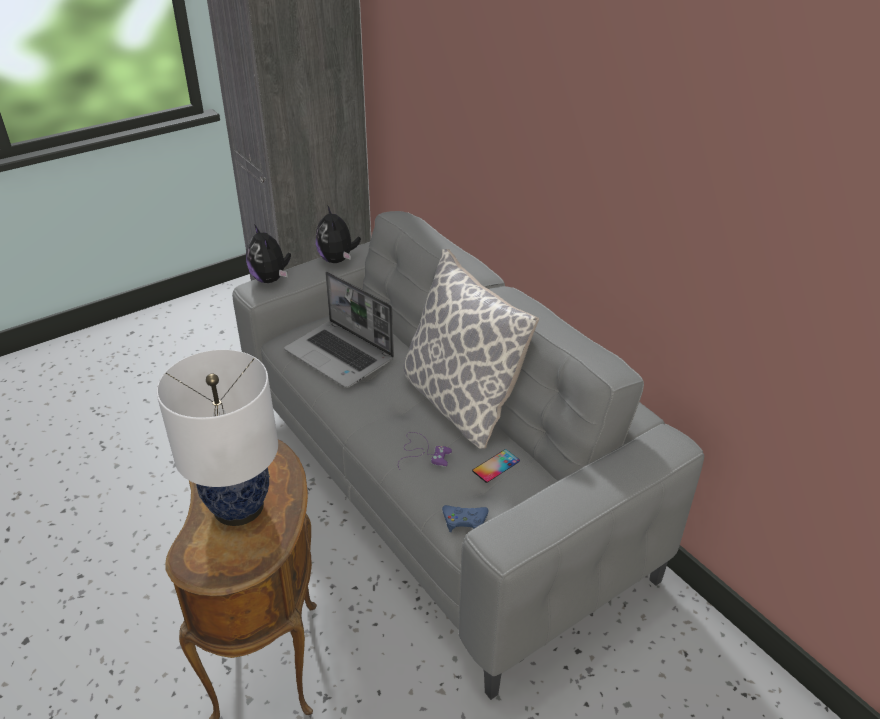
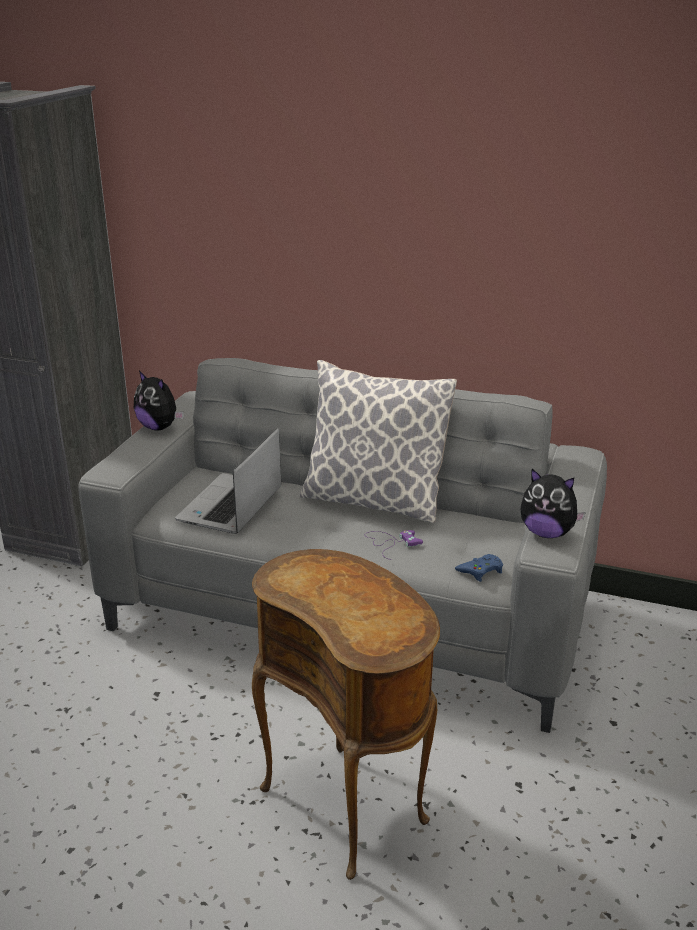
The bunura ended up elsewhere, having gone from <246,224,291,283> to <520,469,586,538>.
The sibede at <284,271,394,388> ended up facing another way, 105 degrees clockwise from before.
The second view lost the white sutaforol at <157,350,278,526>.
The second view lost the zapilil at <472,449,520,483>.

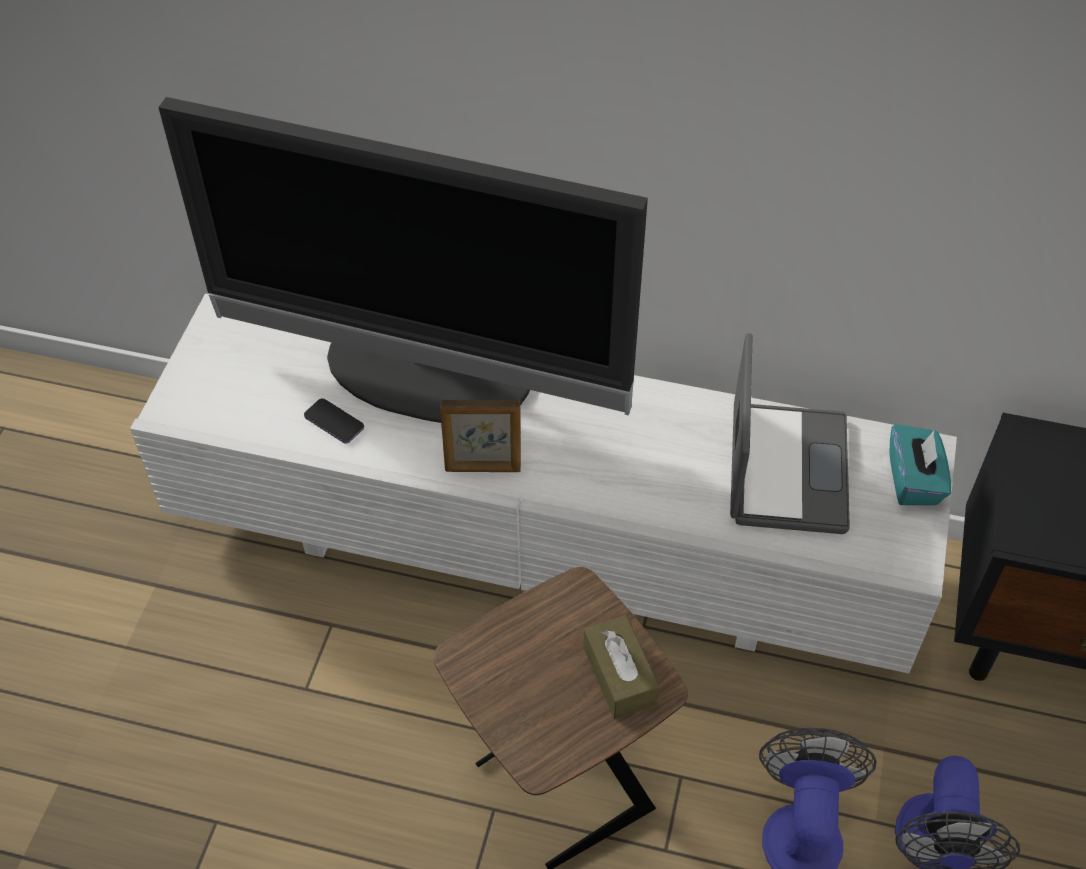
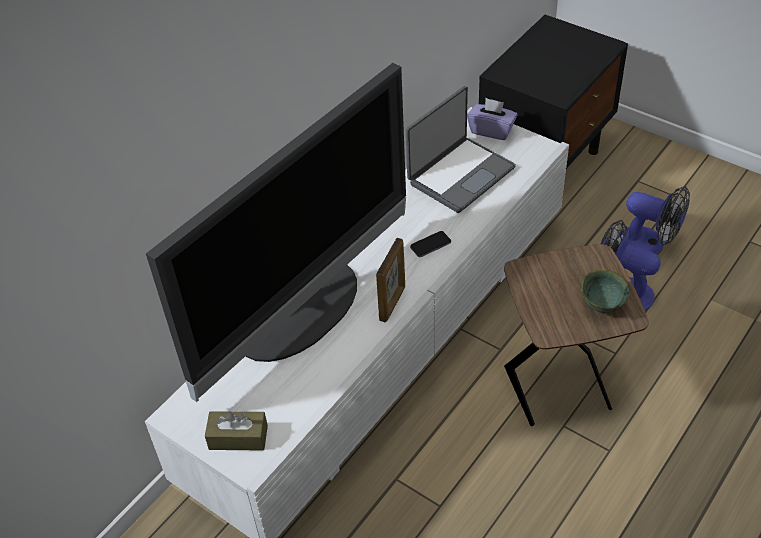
The sibede at <730,333,850,534> ended up facing another way, 105 degrees clockwise from before.
The zapilil ended up elsewhere, having gone from <304,398,364,444> to <410,231,451,257>.
What was the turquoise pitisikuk at <890,424,951,505> turned into the purple pitisikuk at <467,98,518,140>.
The brown pitisikuk ended up elsewhere, having gone from <583,615,660,719> to <205,411,268,451>.
The second view gained the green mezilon at <581,269,630,313>.

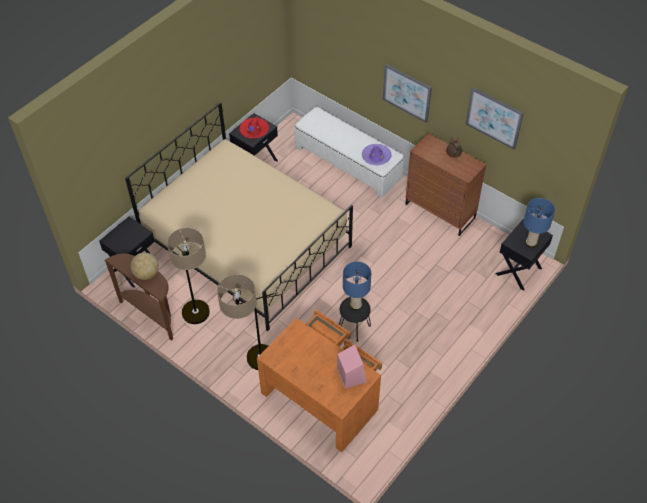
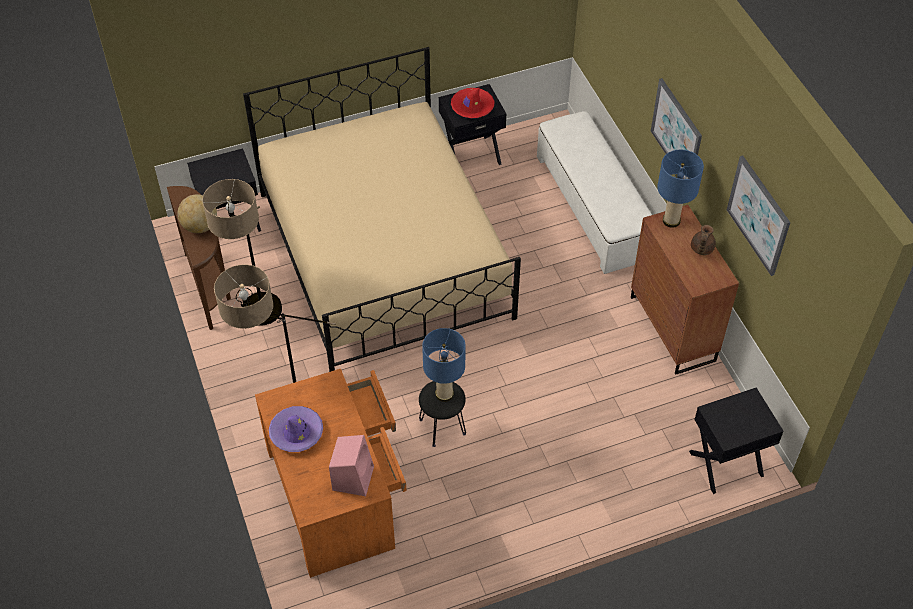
The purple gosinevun ended up elsewhere, having gone from <362,144,391,165> to <269,406,323,452>.
The blue sutaforol ended up elsewhere, having gone from <523,198,555,248> to <657,150,704,228>.

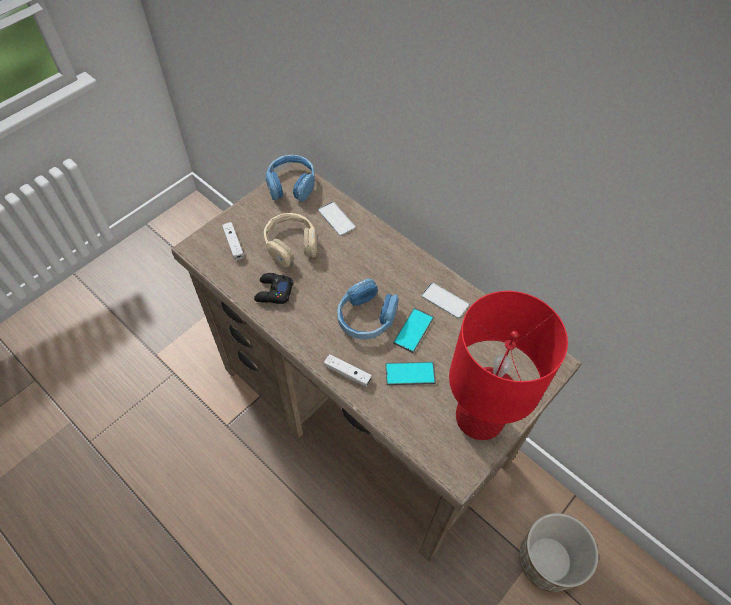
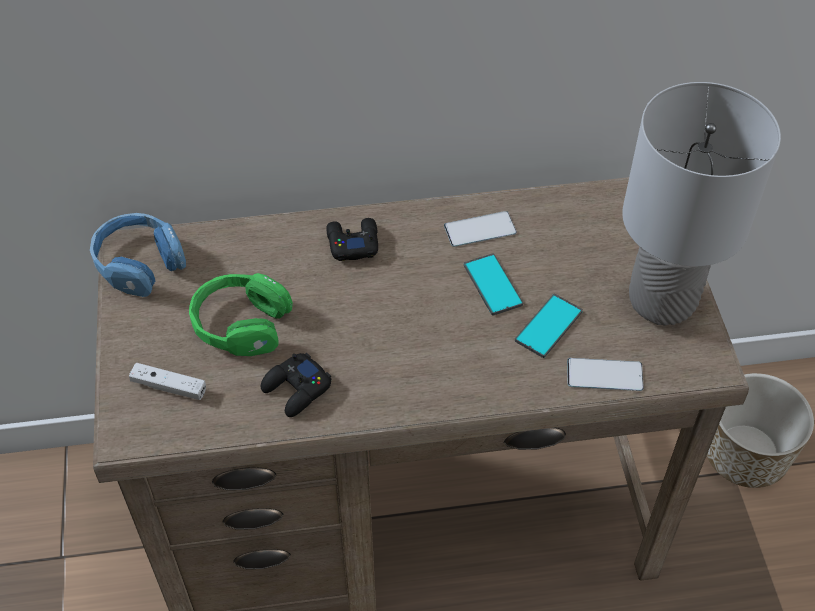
The zapilil ended up elsewhere, having gone from <318,202,356,236> to <567,358,644,391>.
What was the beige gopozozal at <264,213,317,267> turned into the green gopozozal at <189,273,293,356>.
The second view lost the blue gopozozal at <337,279,399,339>.
What was the red sutaforol at <449,291,568,440> turned into the grey sutaforol at <622,82,781,326>.
The second view lost the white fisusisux at <324,354,372,387>.
The second view gained the black fisusisux at <326,218,378,261>.

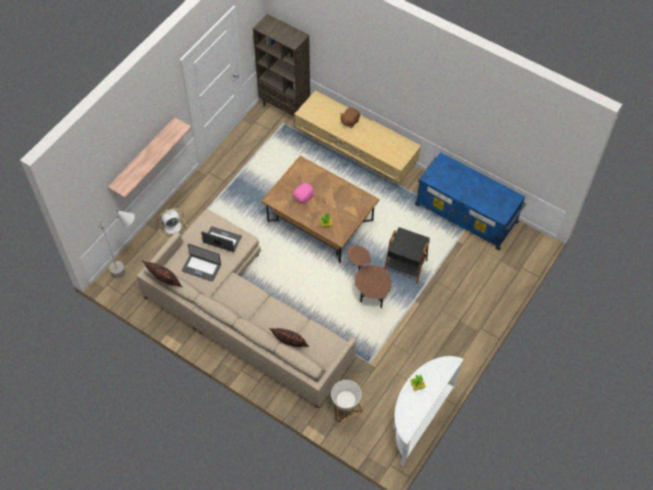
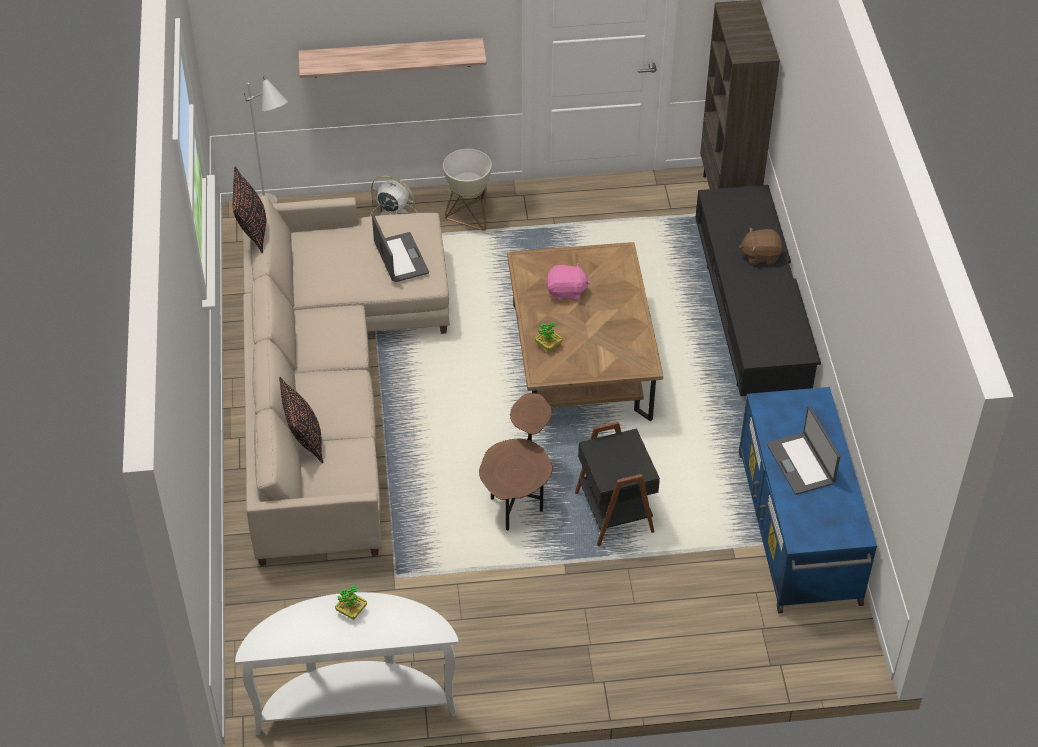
What was the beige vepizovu at <294,90,421,183> turned into the black vepizovu at <696,185,821,396>.
The sibede ended up elsewhere, having gone from <182,244,221,282> to <767,406,840,495>.
The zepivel ended up elsewhere, having gone from <331,380,362,423> to <443,149,492,231>.

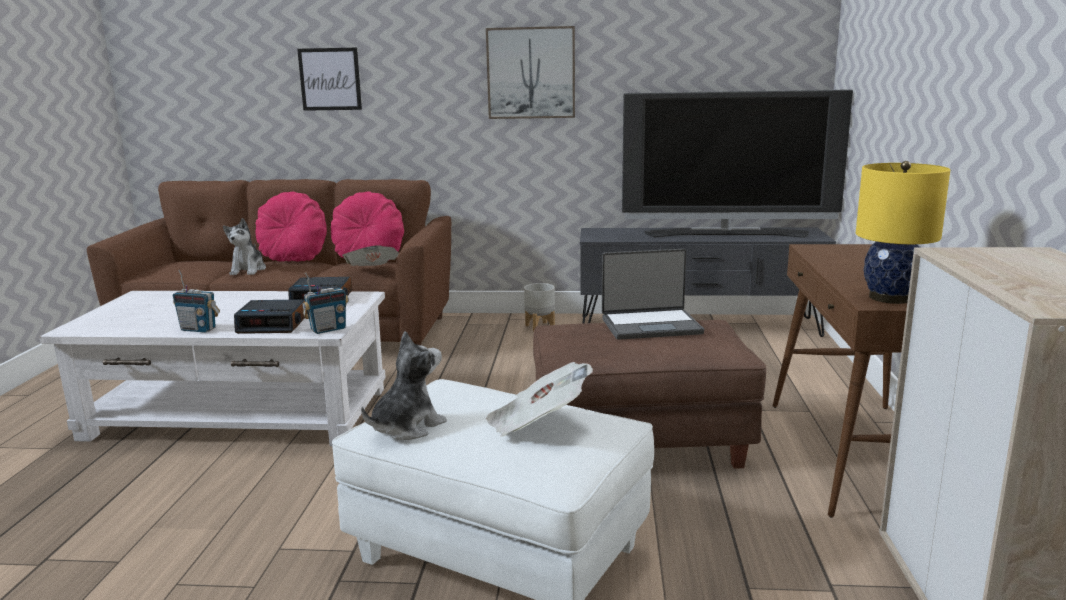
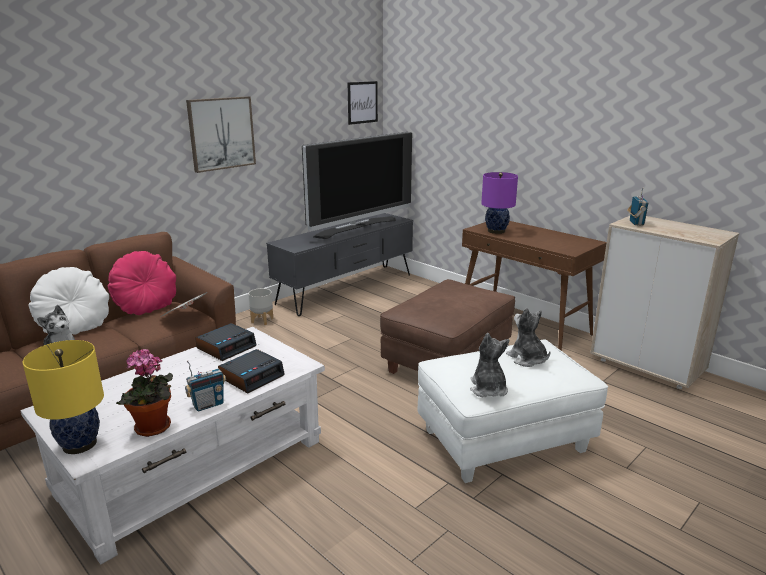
The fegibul ended up elsewhere, having gone from <297,48,362,111> to <348,81,378,125>.
The yellow sutaforol ended up elsewhere, having gone from <856,161,950,304> to <23,340,104,454>.
What was the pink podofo at <256,192,327,261> turned into the white podofo at <28,267,109,334>.
The second view lost the sibede at <602,249,704,340>.
The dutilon ended up elsewhere, having gone from <302,273,349,334> to <627,187,648,226>.
Where the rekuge stood at <486,362,593,437>, the bunura came to stand at <506,308,550,367>.
The second view gained the purple sutaforol at <481,172,518,234>.
The second view gained the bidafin at <116,349,173,437>.

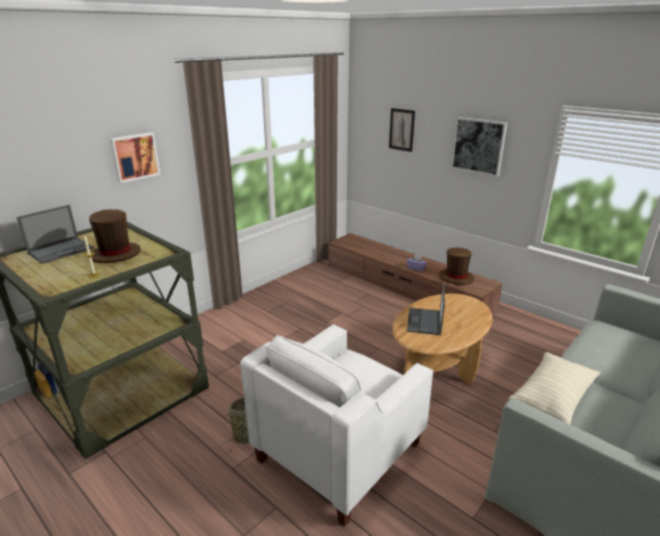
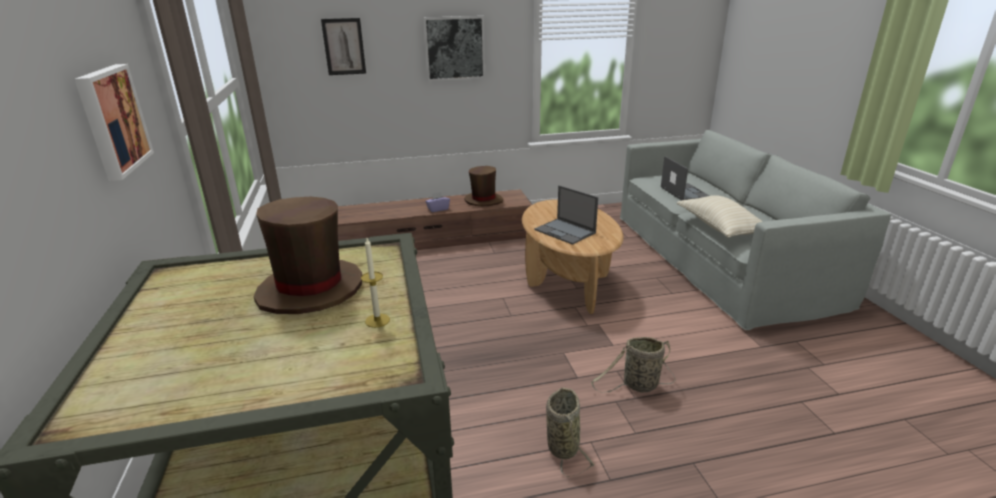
The sibede ended up elsewhere, having gone from <17,205,94,264> to <661,156,709,201>.
Where the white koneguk stood at <240,324,433,527>, the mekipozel came to stand at <591,337,676,393>.

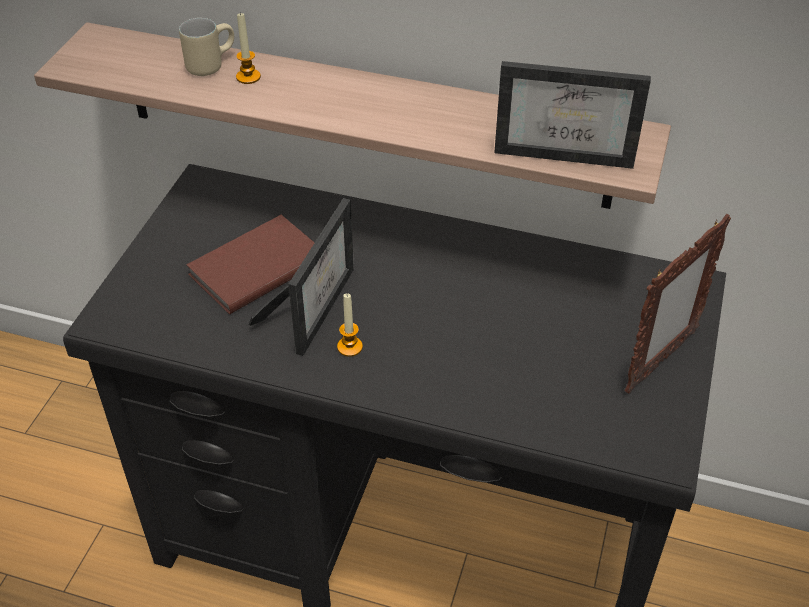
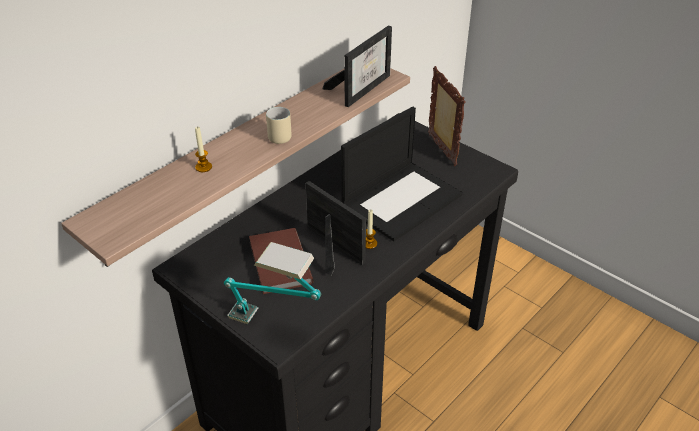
The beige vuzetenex ended up elsewhere, having gone from <179,18,234,76> to <266,107,292,144>.
The second view gained the sibede at <341,107,463,241>.
The second view gained the sutaforol at <224,242,321,324>.

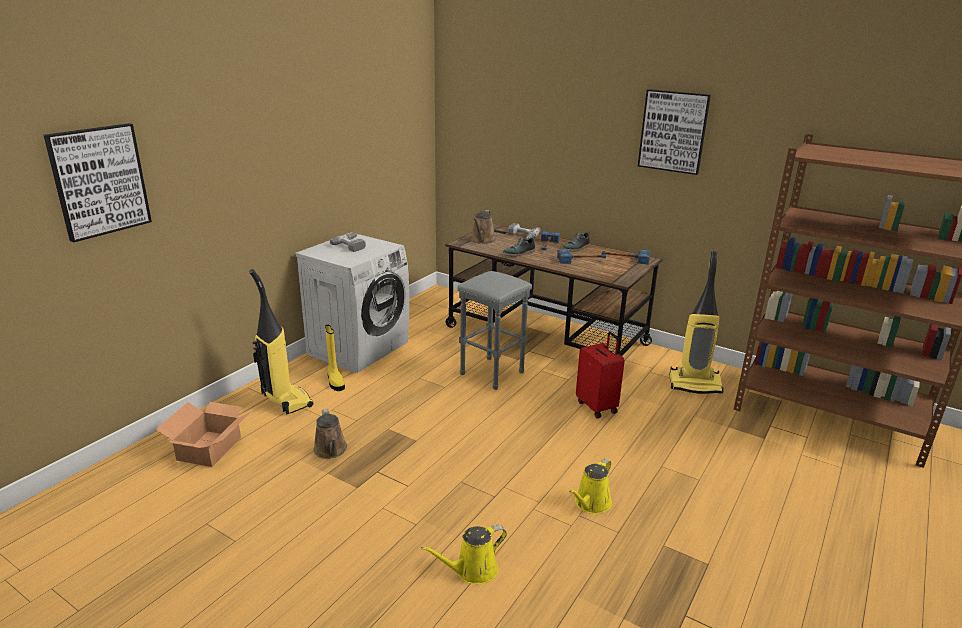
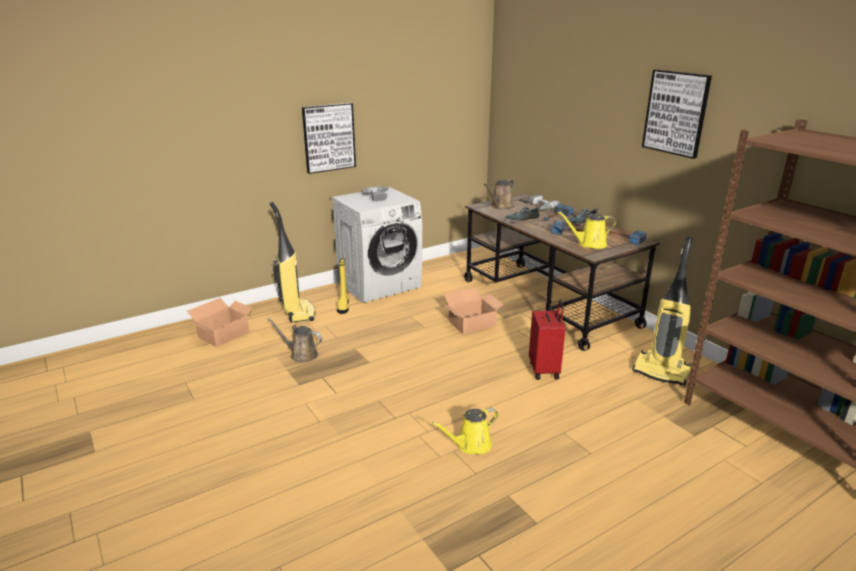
The fegibul ended up elsewhere, having gone from <44,123,152,242> to <302,103,356,174>.
Where the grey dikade stood at <457,271,532,390>, the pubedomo came to stand at <443,288,504,334>.
The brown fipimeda at <313,409,347,459> ended up facing another way, 105 degrees clockwise from before.
The yellow fipimeda ended up elsewhere, having gone from <421,525,507,584> to <558,212,616,249>.

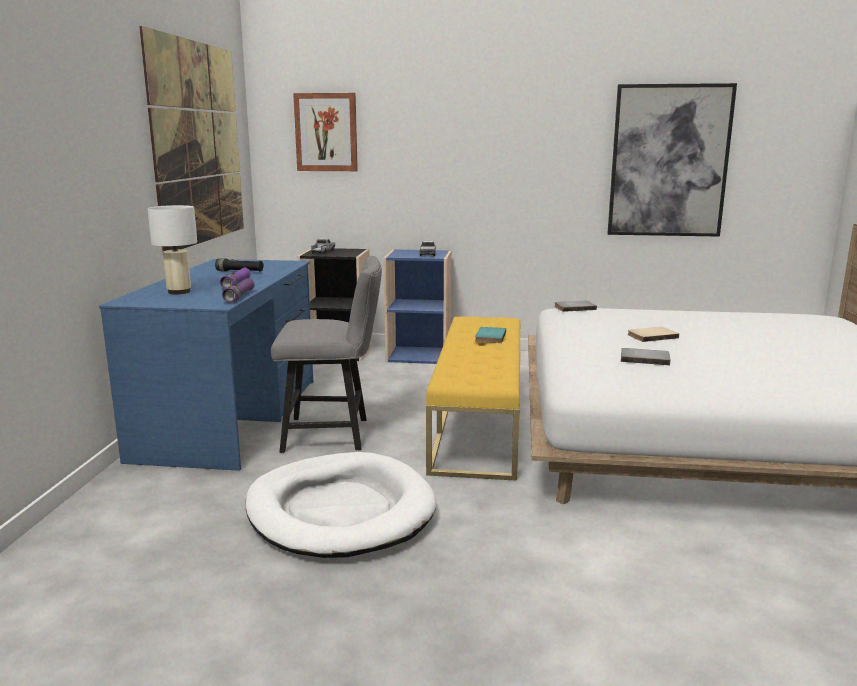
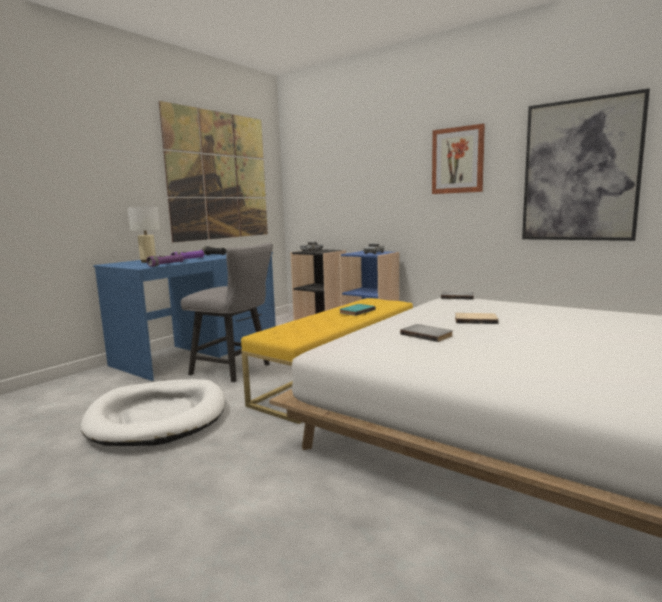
The fegibul ended up elsewhere, having gone from <293,93,358,171> to <432,124,485,194>.

